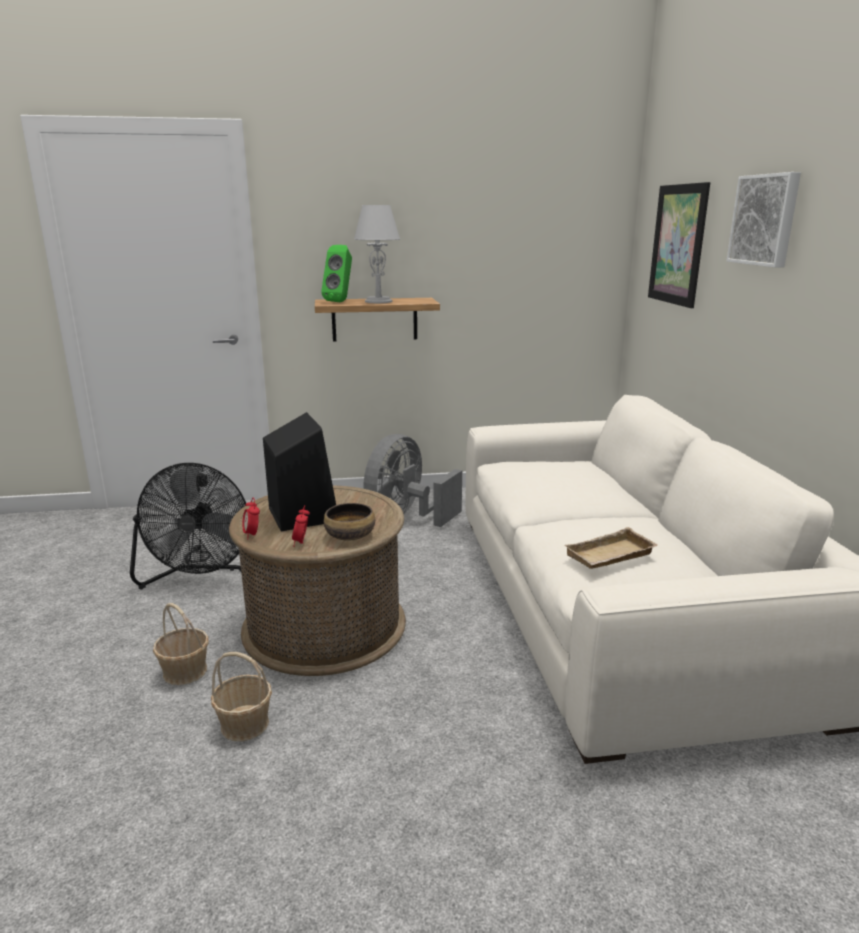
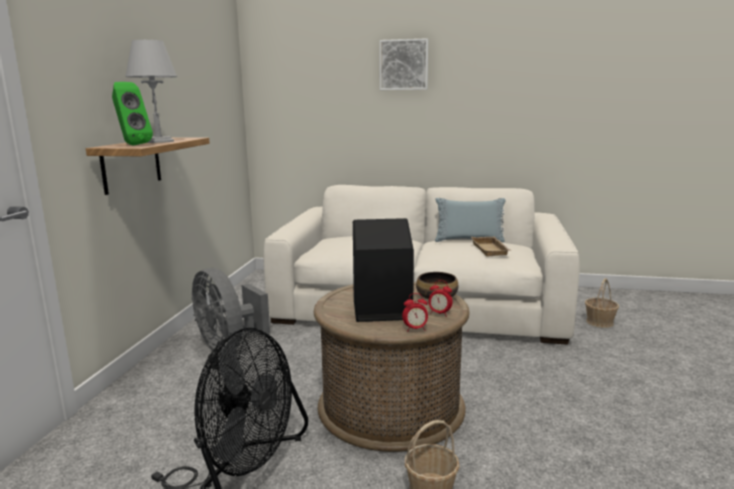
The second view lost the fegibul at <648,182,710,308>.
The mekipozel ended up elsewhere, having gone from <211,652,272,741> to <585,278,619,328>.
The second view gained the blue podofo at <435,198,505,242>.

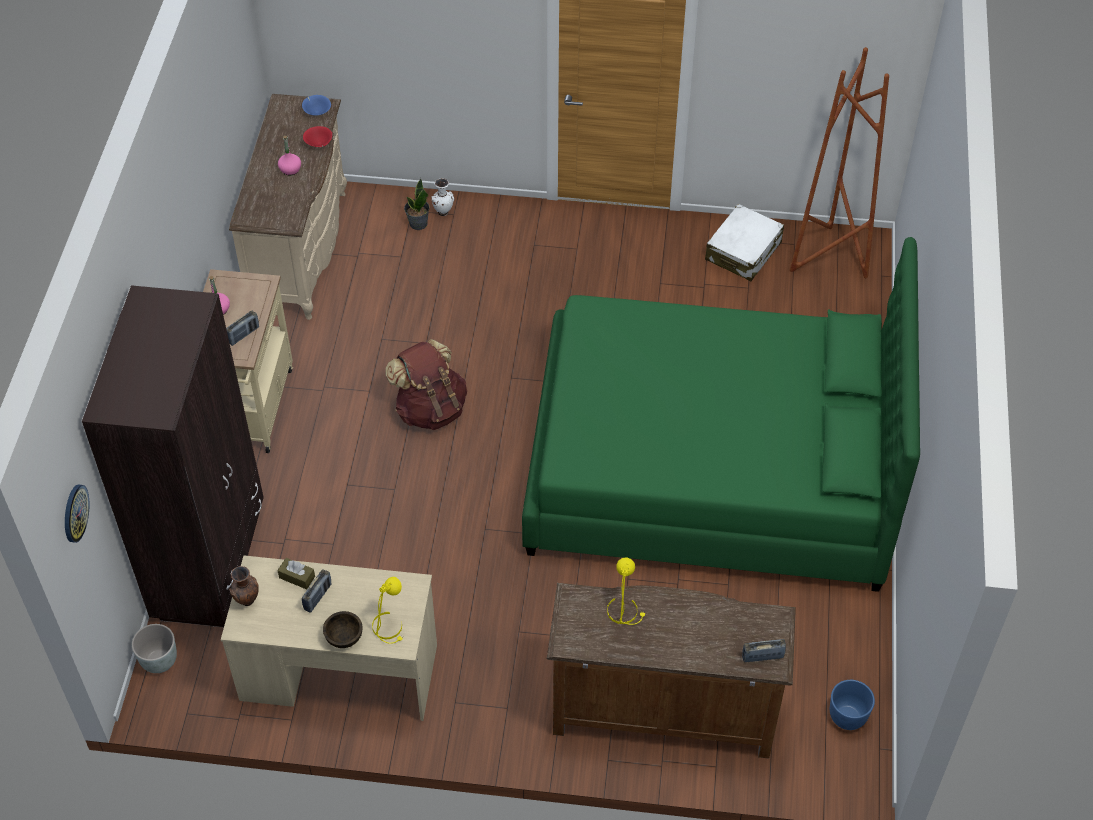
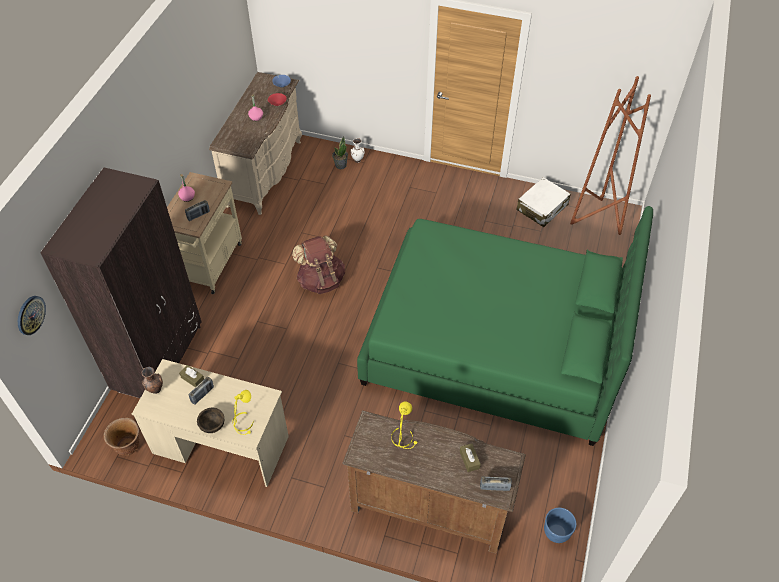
The second view lost the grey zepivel at <132,624,177,673>.
The second view gained the brown zepivel at <104,418,140,456>.
The second view gained the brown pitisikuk at <460,443,481,472>.

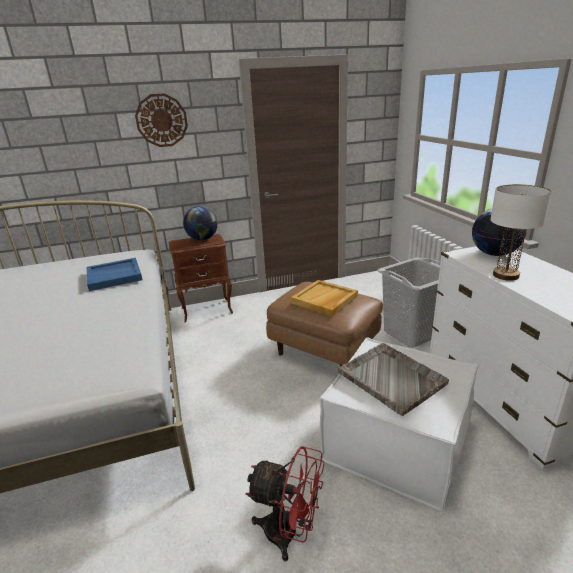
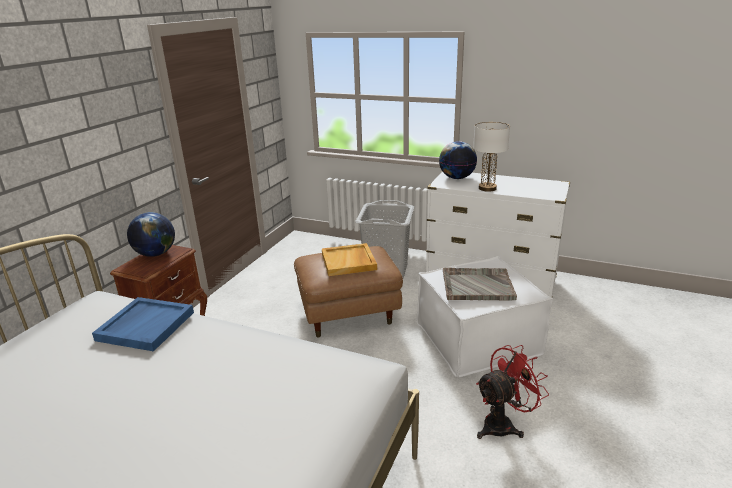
The second view lost the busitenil at <135,94,188,147>.

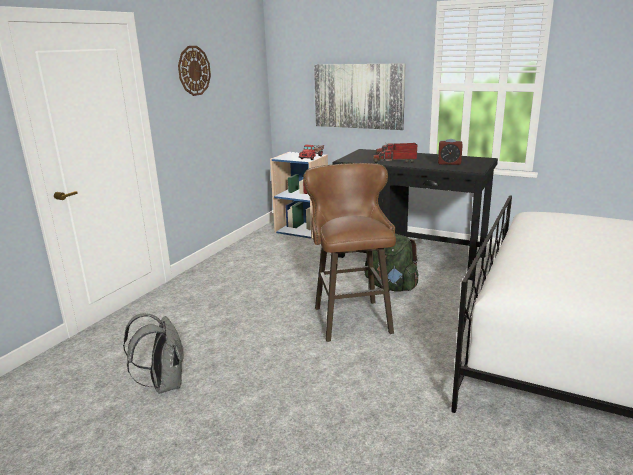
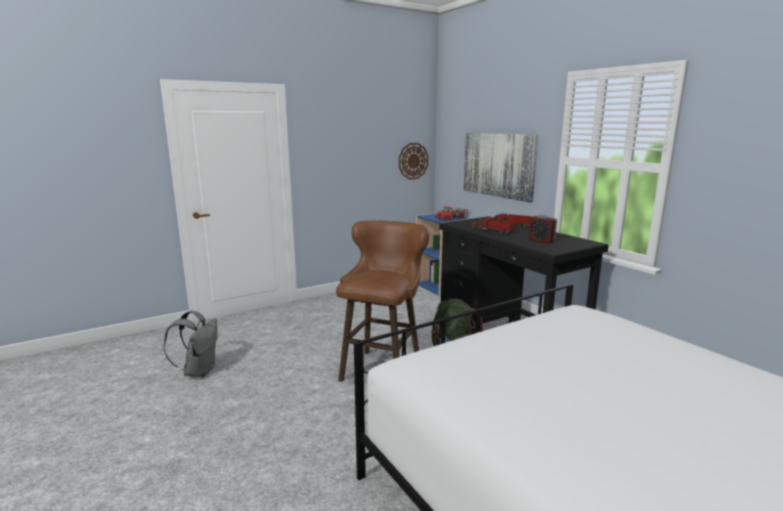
The busitenil ended up elsewhere, having gone from <178,46,211,96> to <399,143,428,180>.

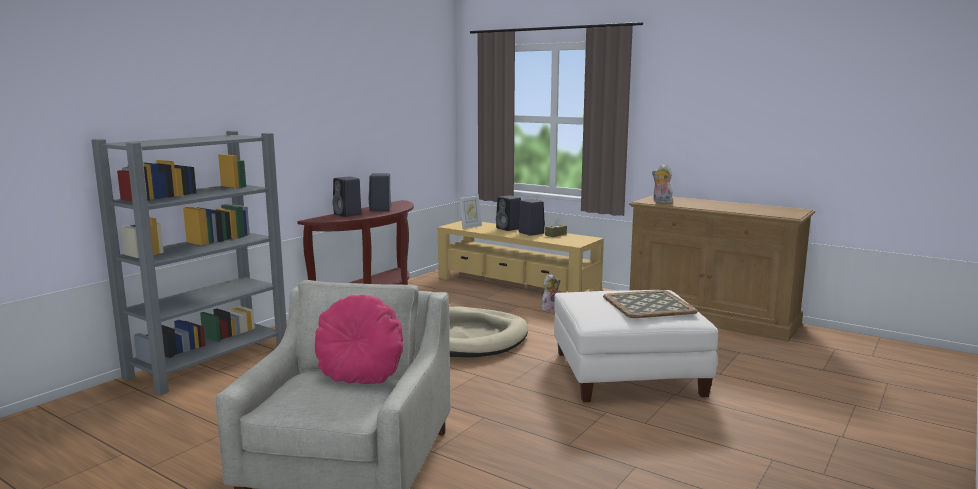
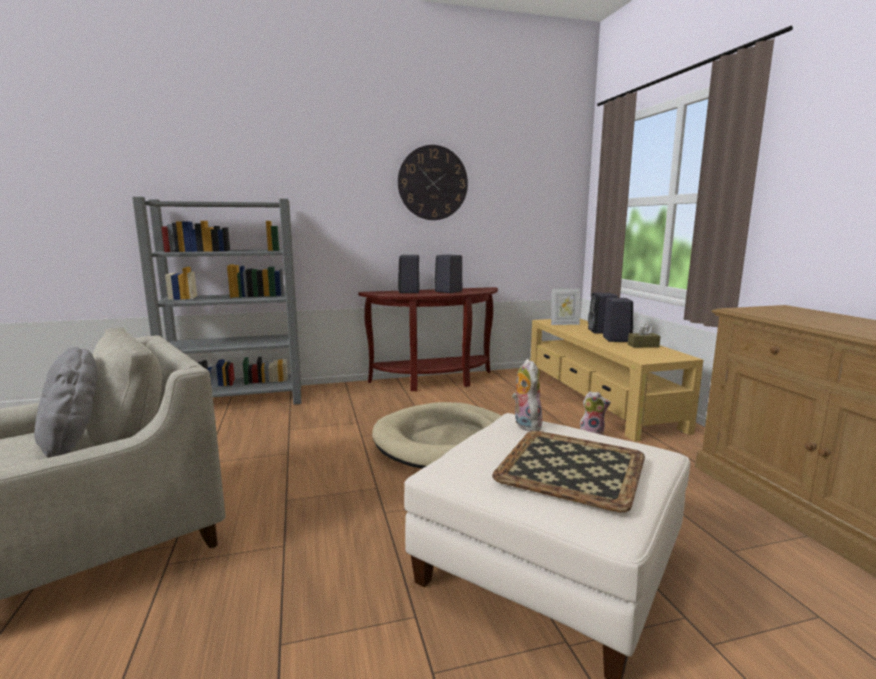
The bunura ended up elsewhere, having gone from <652,165,673,203> to <512,359,543,431>.
What was the pink podofo at <315,295,404,384> turned into the grey podofo at <34,347,98,458>.
The second view gained the busitenil at <398,145,468,220>.

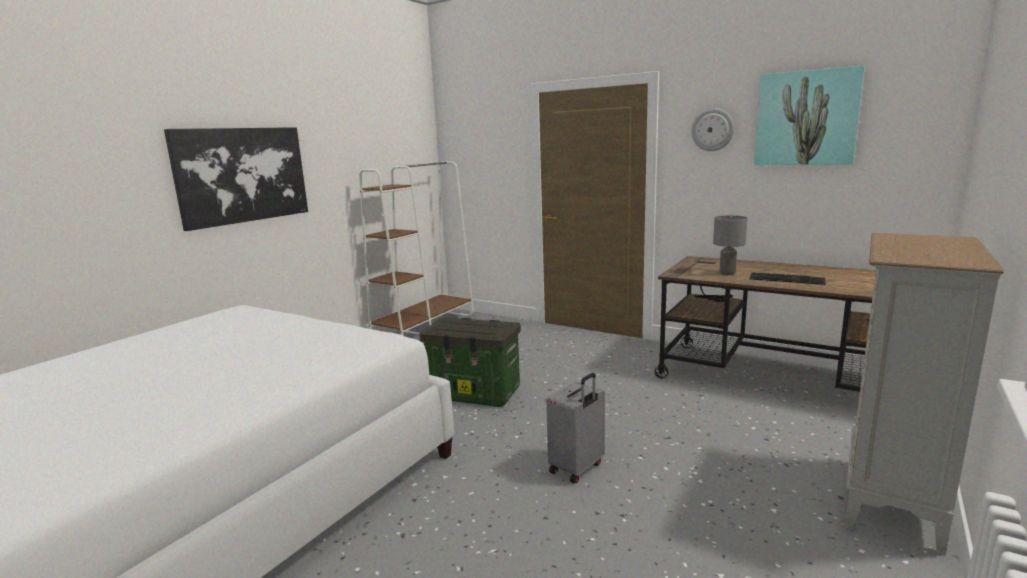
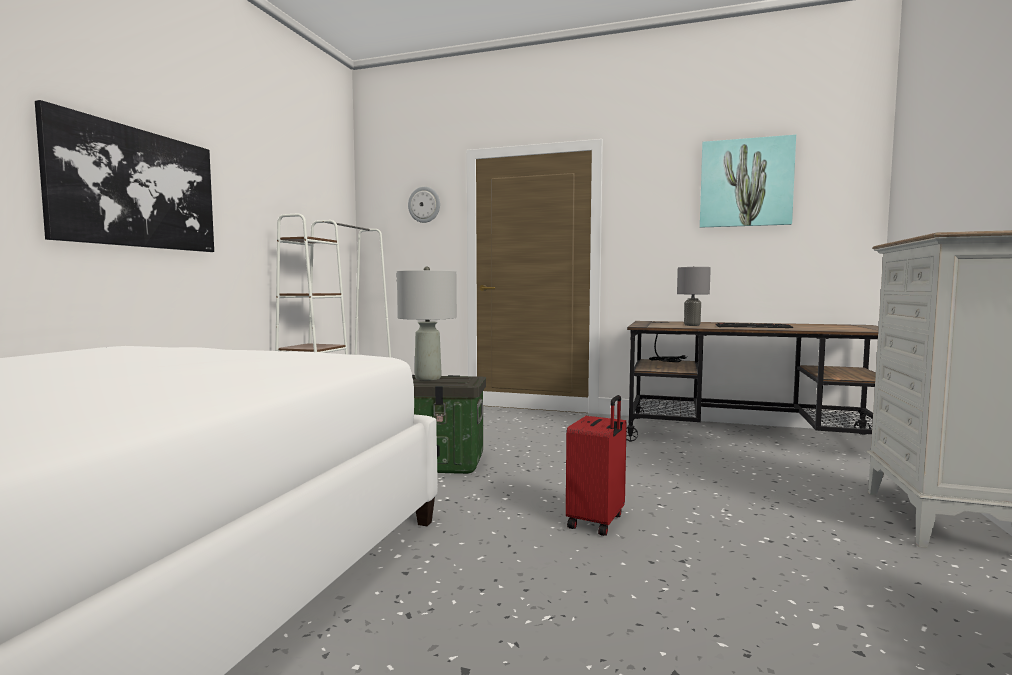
The busitenil ended up elsewhere, having gone from <692,108,734,151> to <408,187,440,223>.
What was the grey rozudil at <546,373,605,484> turned into the red rozudil at <566,395,627,536>.
The second view gained the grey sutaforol at <397,267,457,380>.

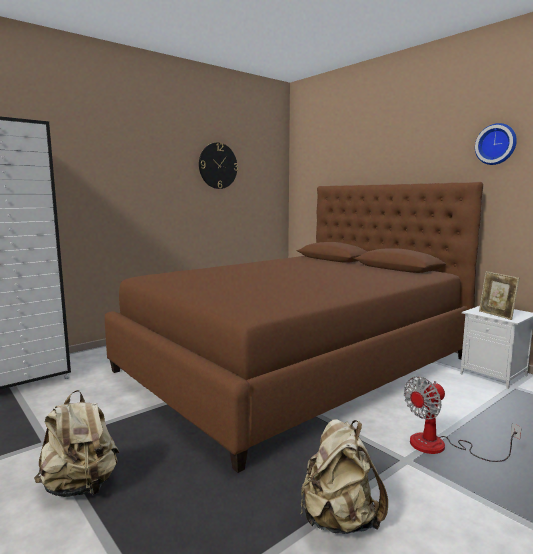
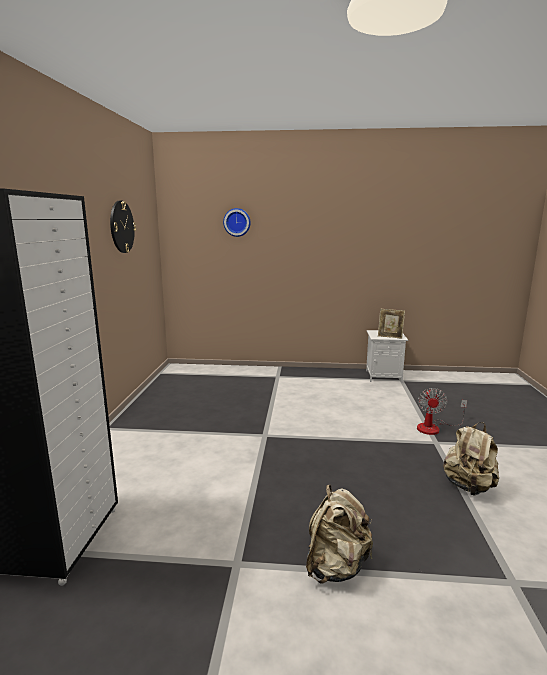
The busitenil ended up elsewhere, having gone from <475,123,517,165> to <223,208,251,237>.
The second view lost the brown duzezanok at <105,182,483,473>.

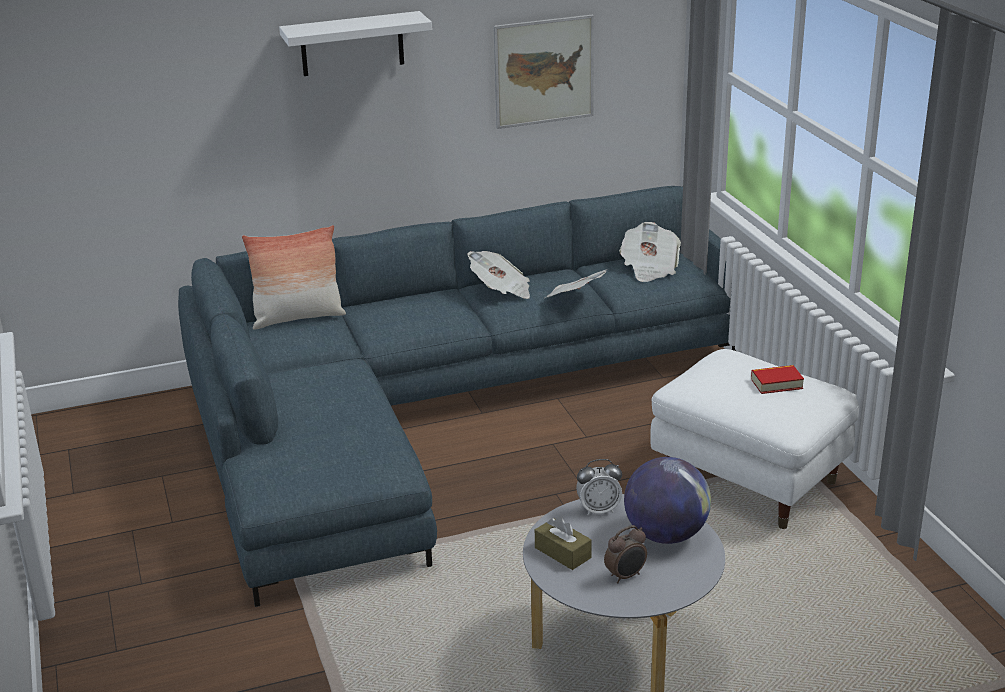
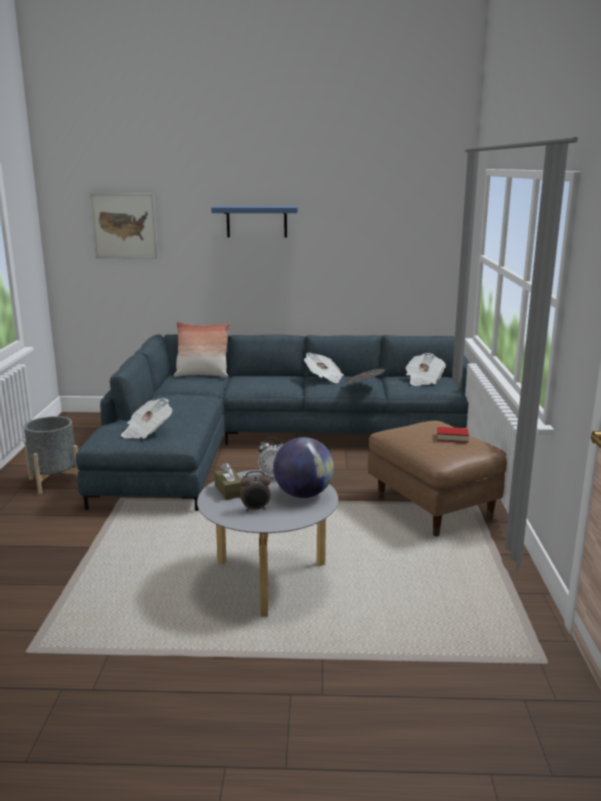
What was the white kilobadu at <279,11,432,76> turned into the blue kilobadu at <211,206,298,238>.
The fegibul ended up elsewhere, having gone from <494,14,594,129> to <89,193,158,259>.
What was the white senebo at <650,349,859,529> turned into the brown senebo at <368,421,507,536>.
The second view gained the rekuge at <121,398,172,439>.
The second view gained the grey zepivel at <24,416,79,494>.

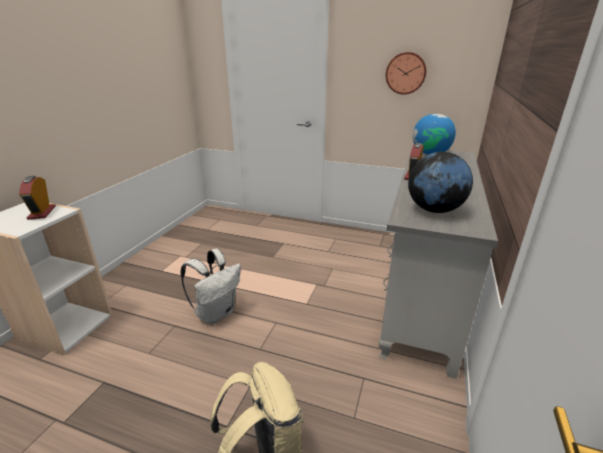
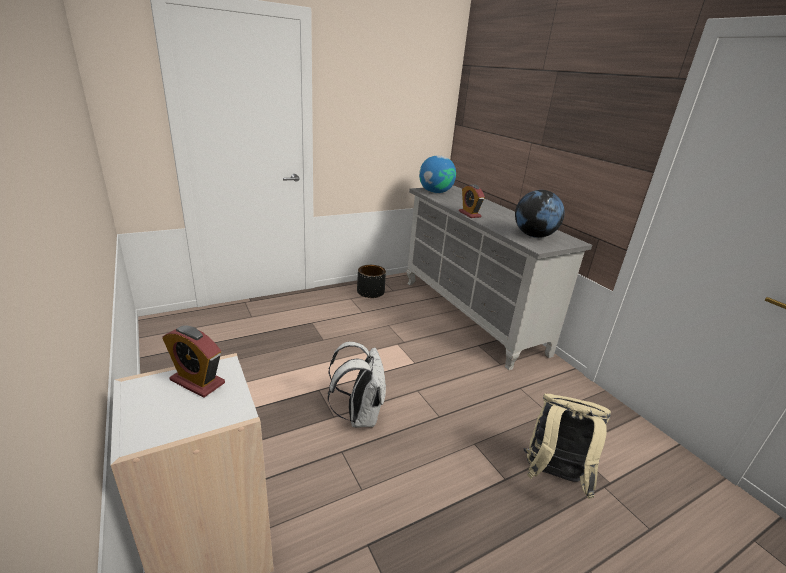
The second view lost the busitenil at <386,52,426,95>.
The second view gained the black zepivel at <357,265,386,298>.

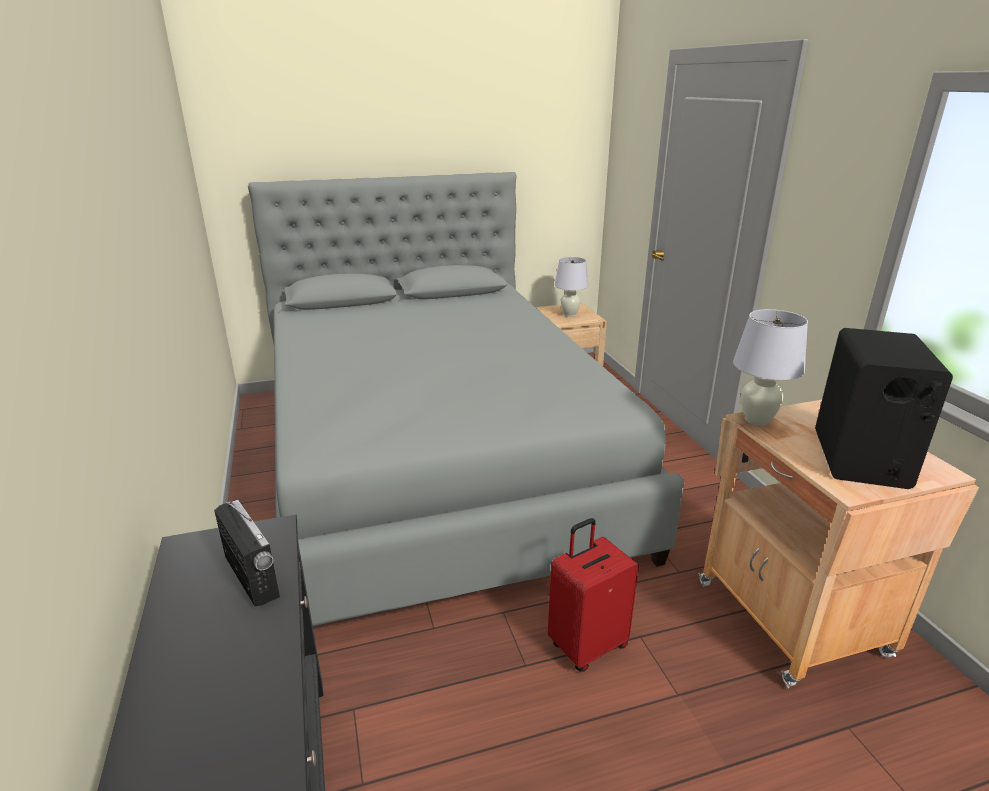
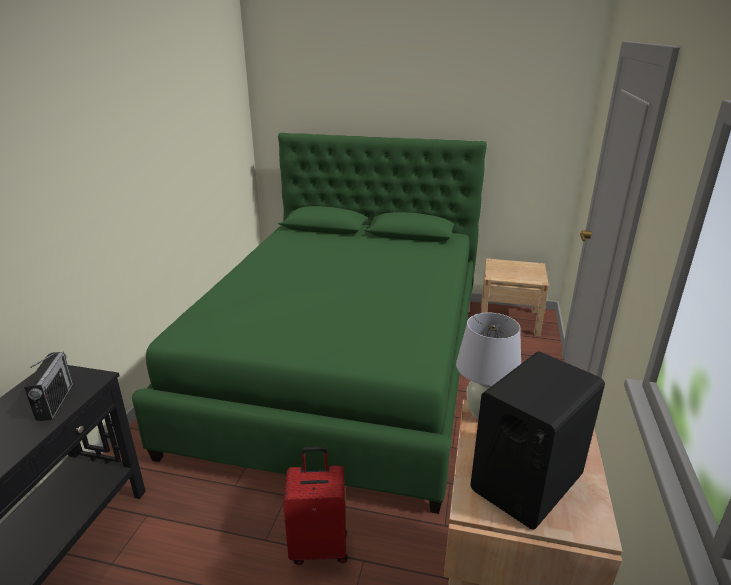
What was the grey duzezanok at <248,172,684,626> turned into the green duzezanok at <132,133,487,514>.
The second view lost the white sutaforol at <554,257,588,317>.

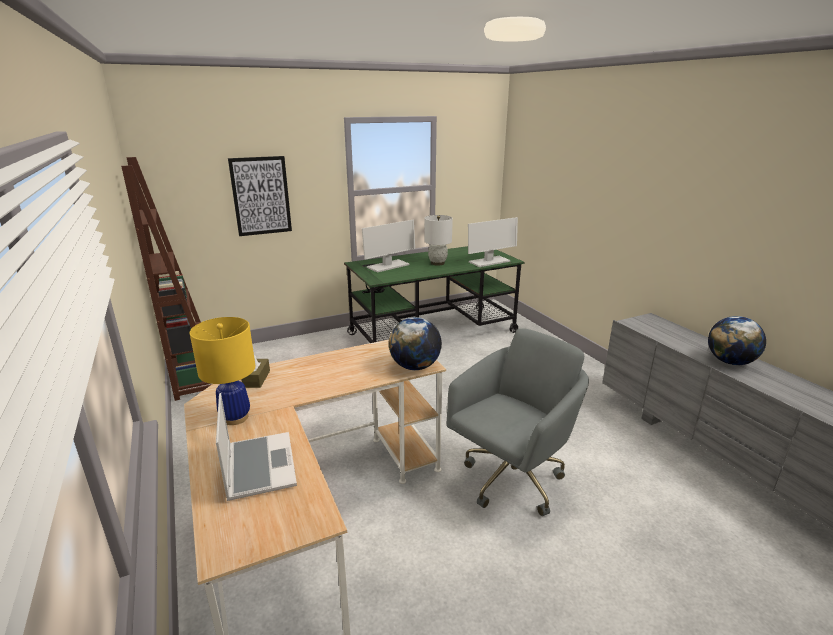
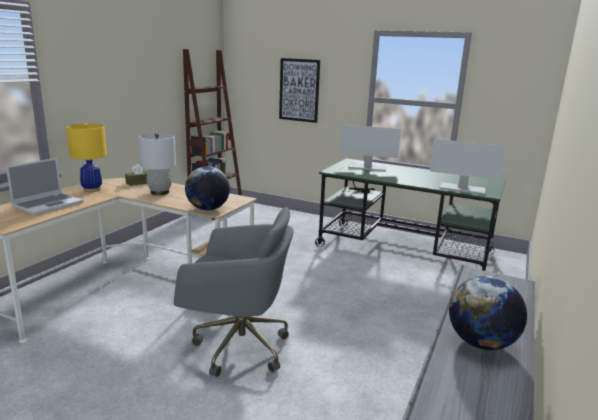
The white sutaforol ended up elsewhere, having gone from <424,215,453,266> to <139,133,176,195>.

